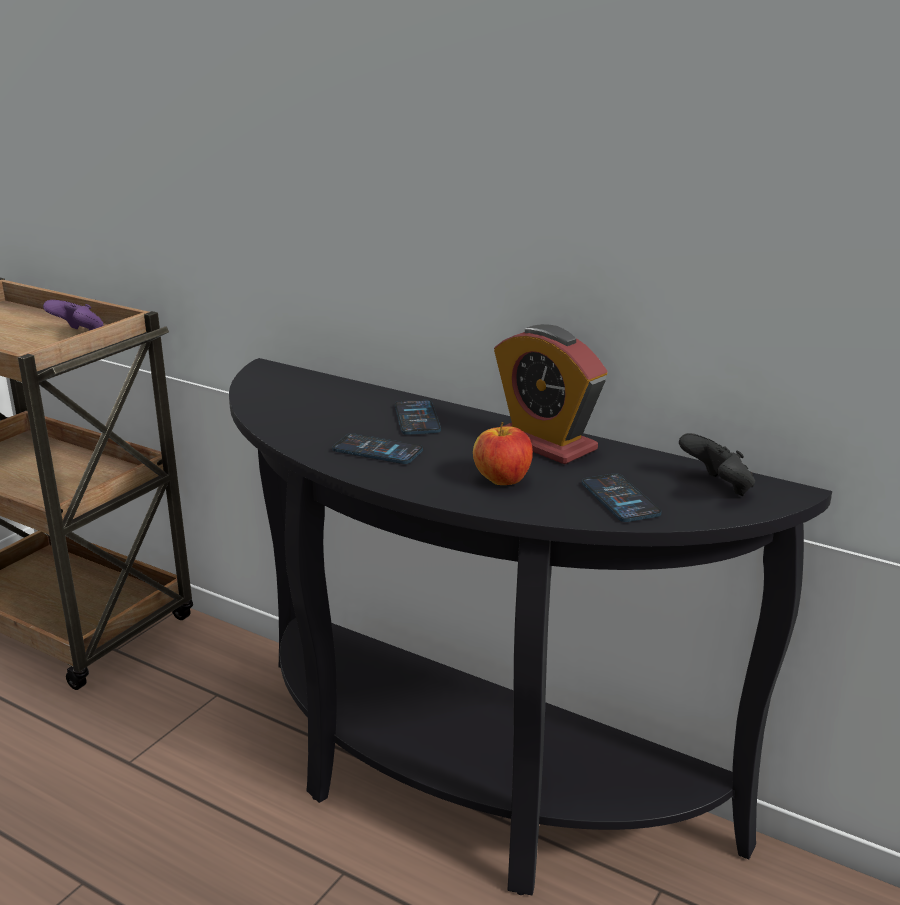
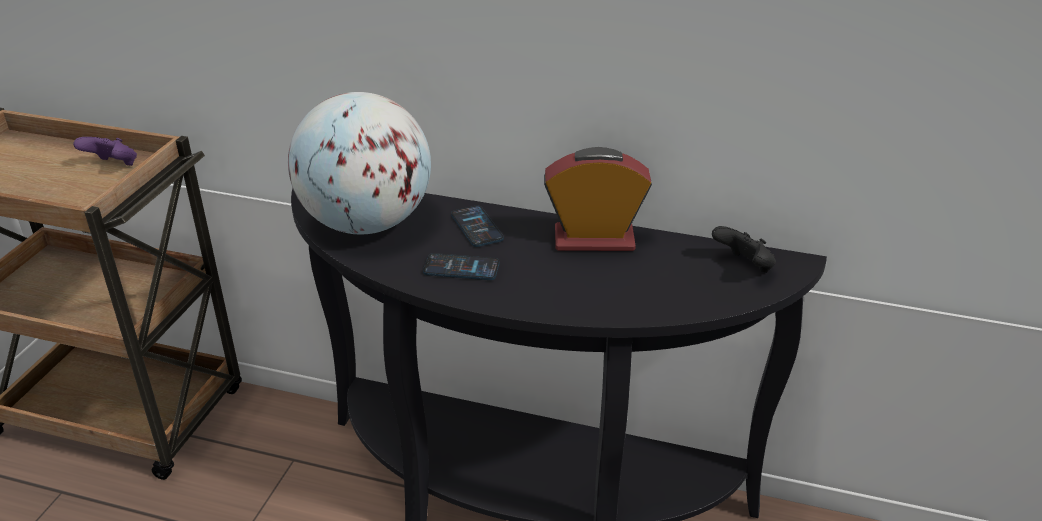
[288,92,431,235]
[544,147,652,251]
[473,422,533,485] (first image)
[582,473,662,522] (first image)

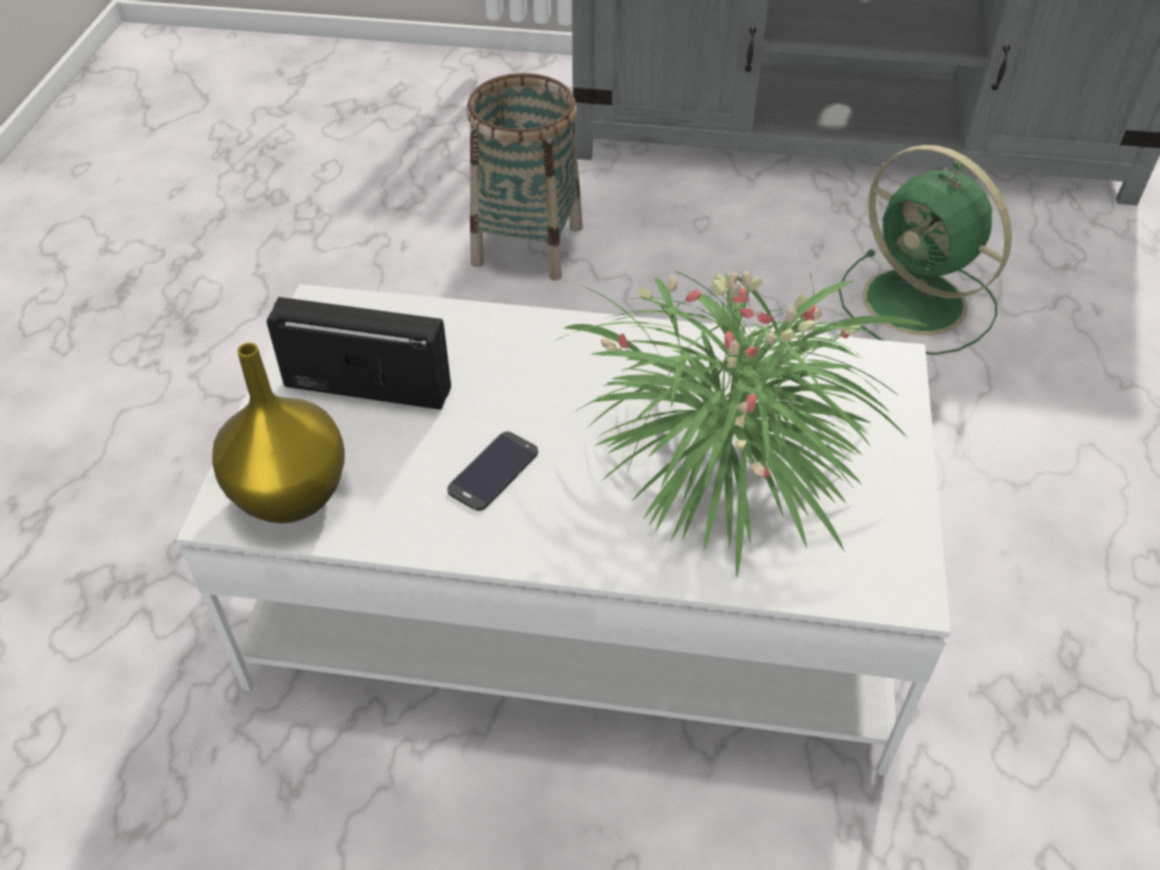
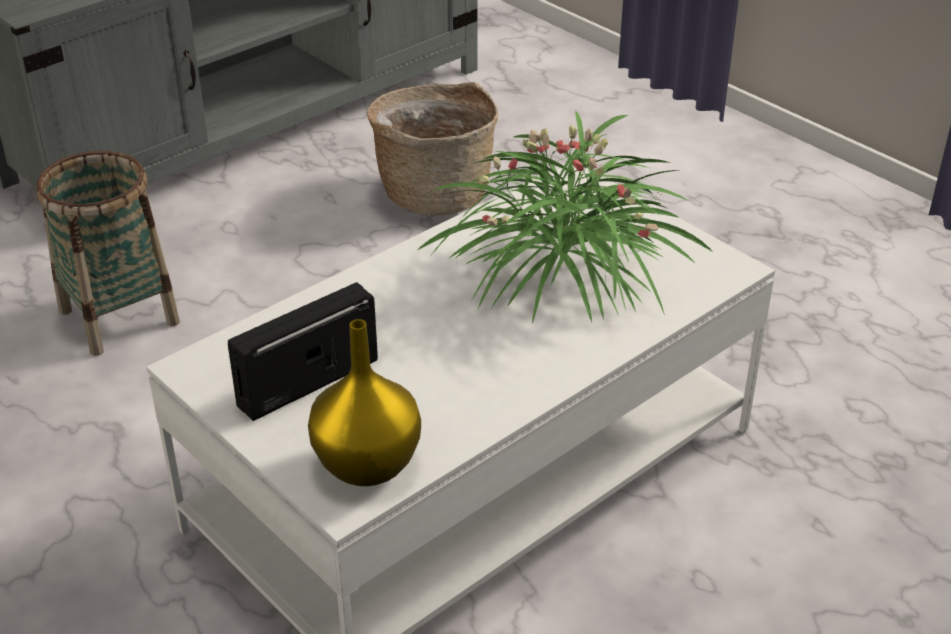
[367,82,498,216]
[447,431,538,511] (first image)

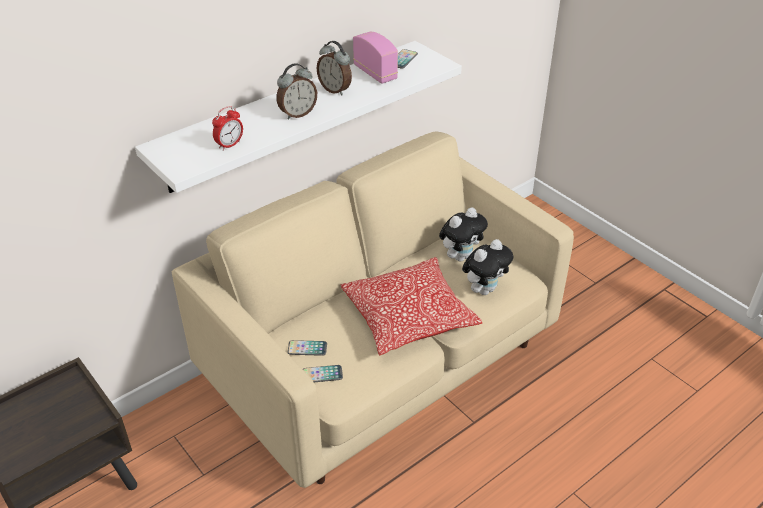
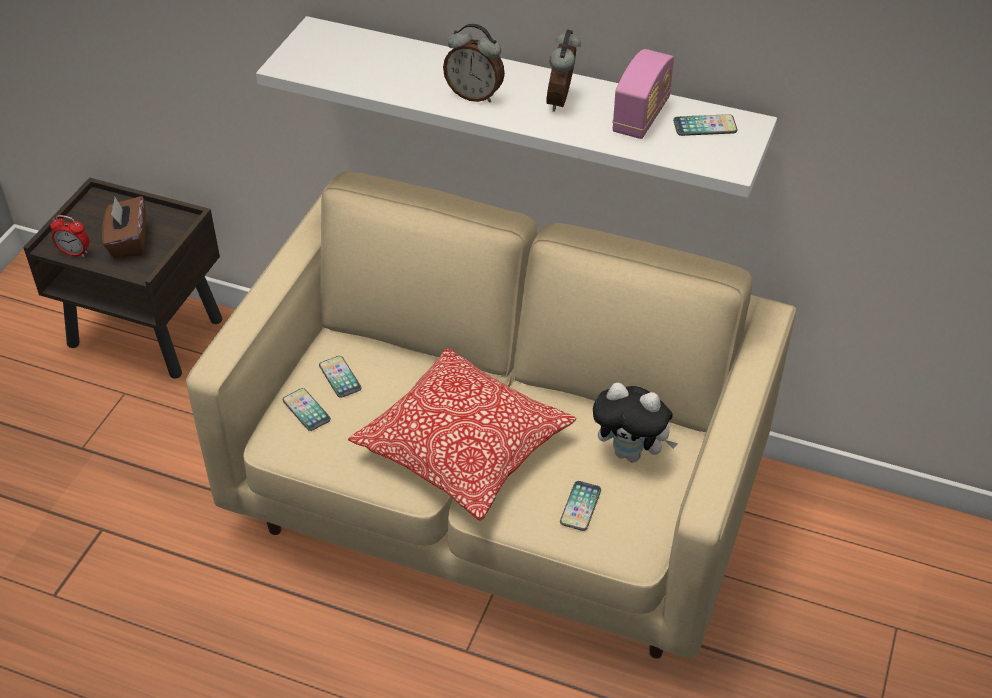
[50,215,89,257]
[102,196,146,258]
[560,481,601,531]

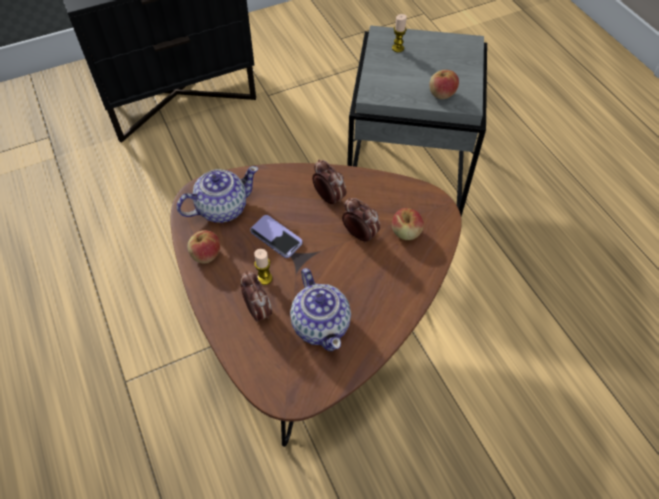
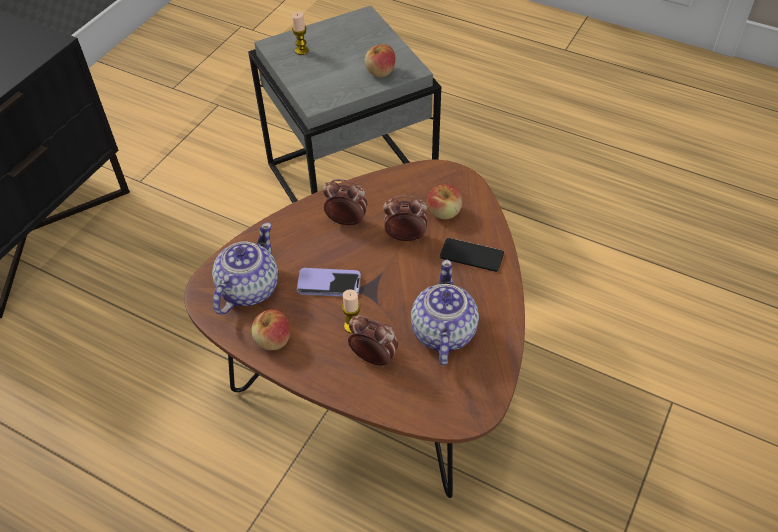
[411,260,479,365]
[440,238,504,272]

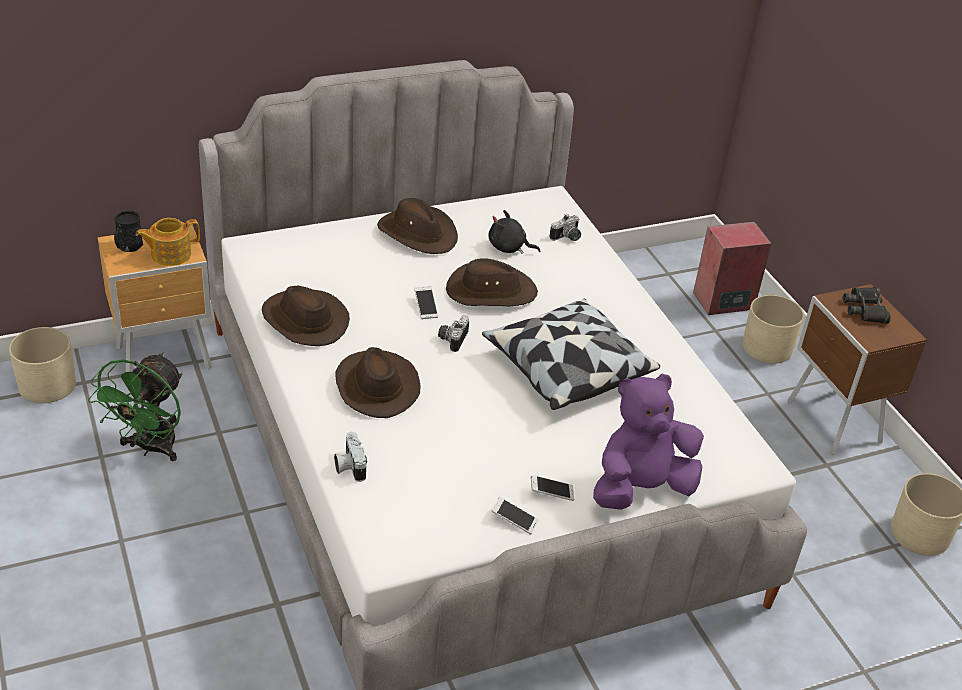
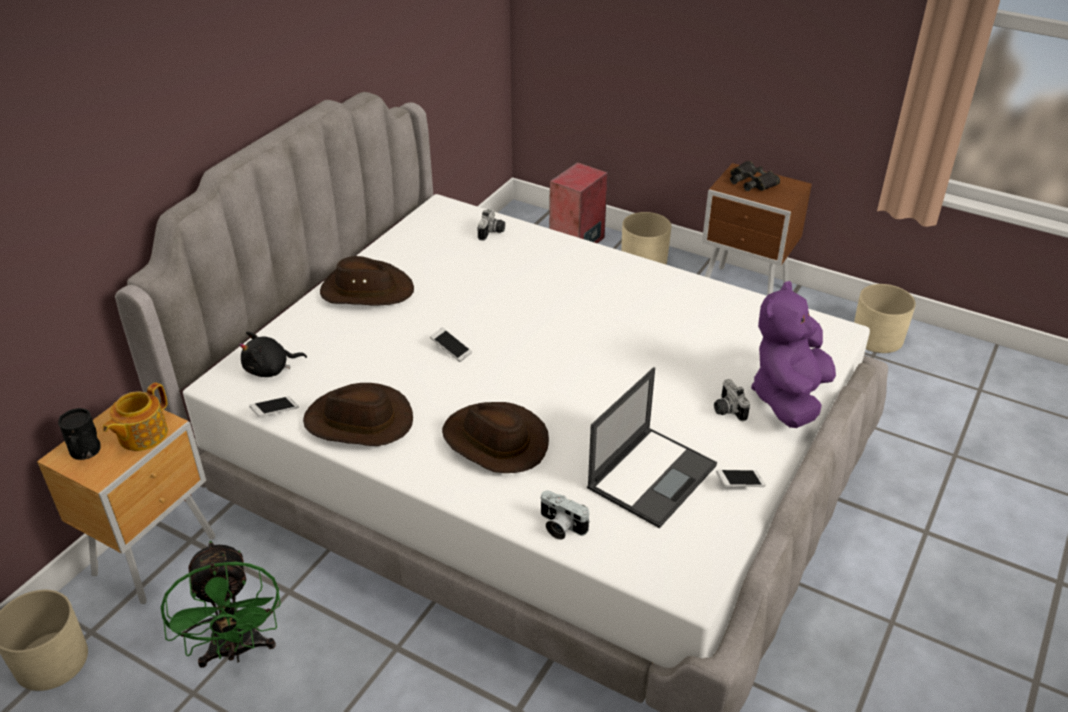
[239,331,307,377]
[249,396,299,417]
[587,367,717,528]
[714,379,750,421]
[446,258,538,306] (first image)
[482,298,660,410] (first image)

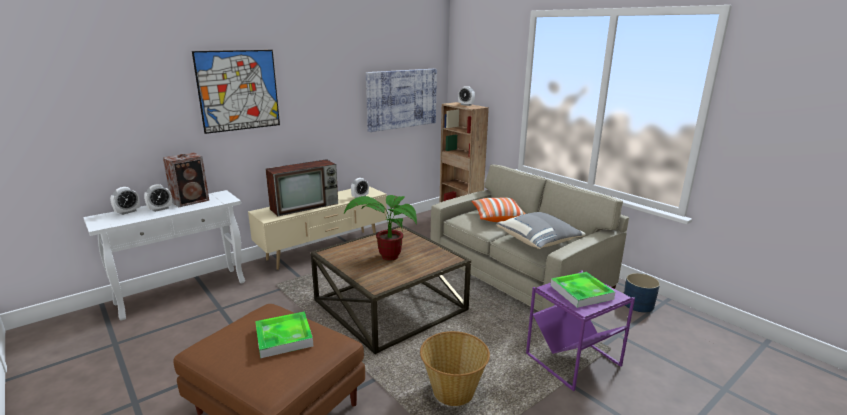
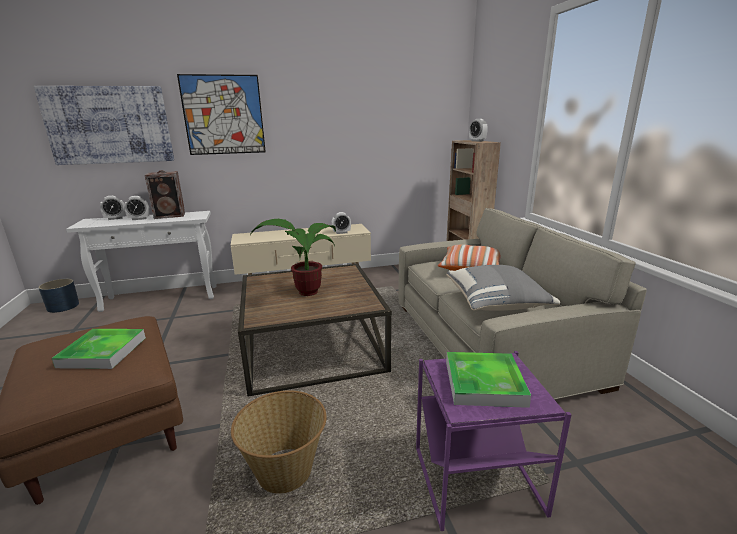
[34,86,174,165]
[38,279,79,313]
[266,159,338,216] (first image)

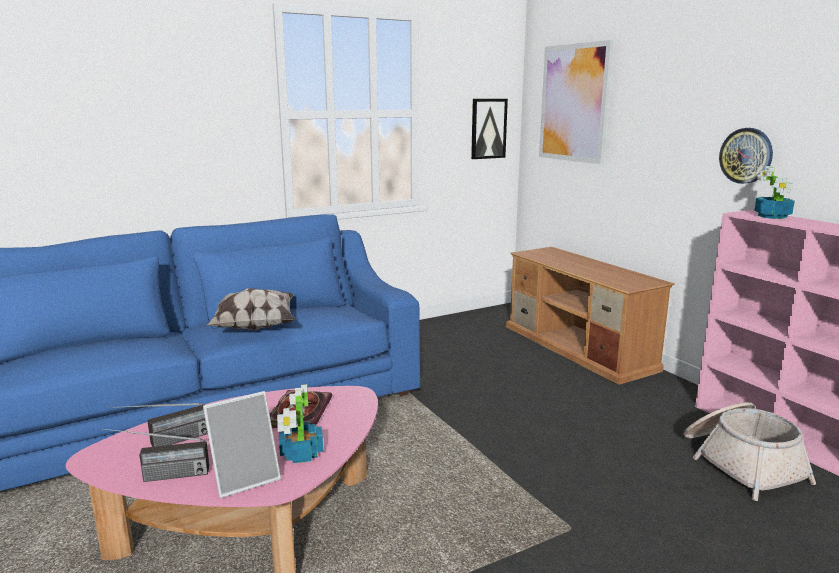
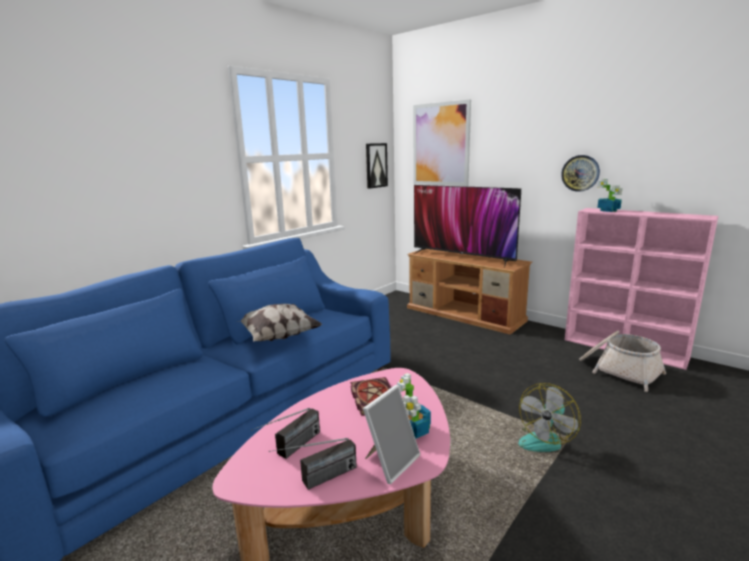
[414,185,521,268]
[518,383,581,452]

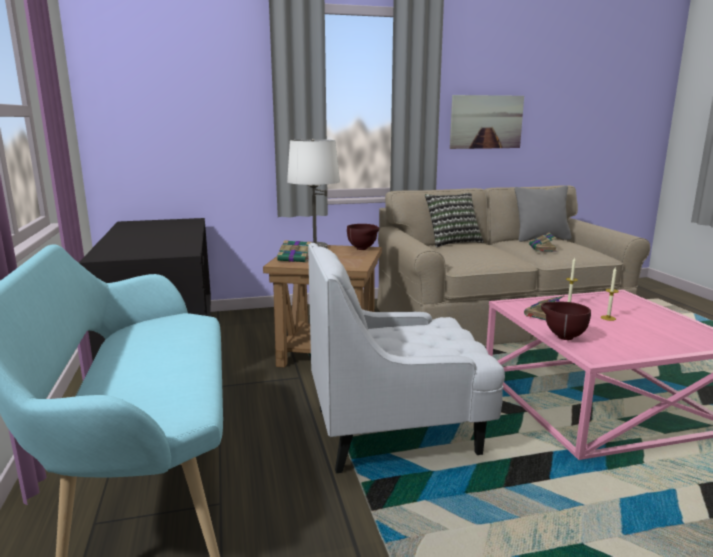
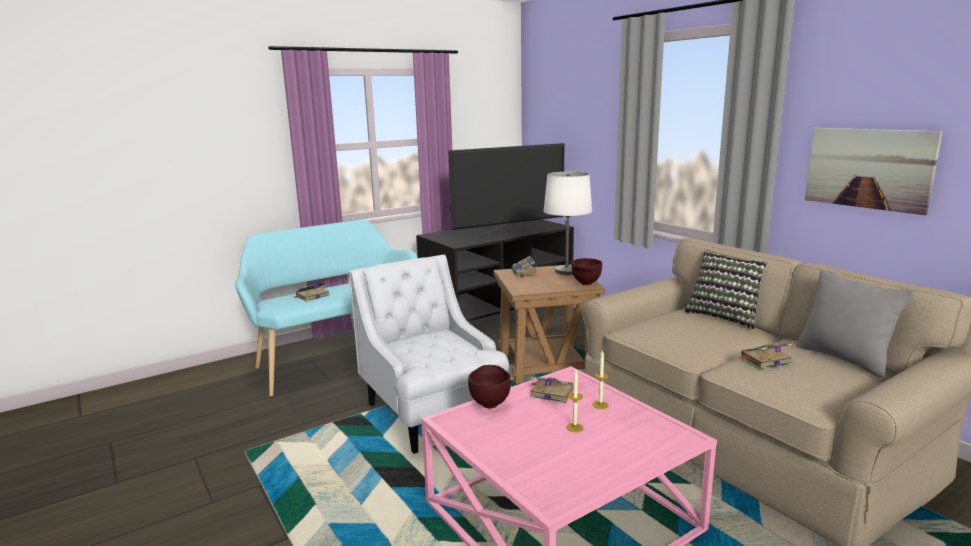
[295,281,330,302]
[448,143,565,237]

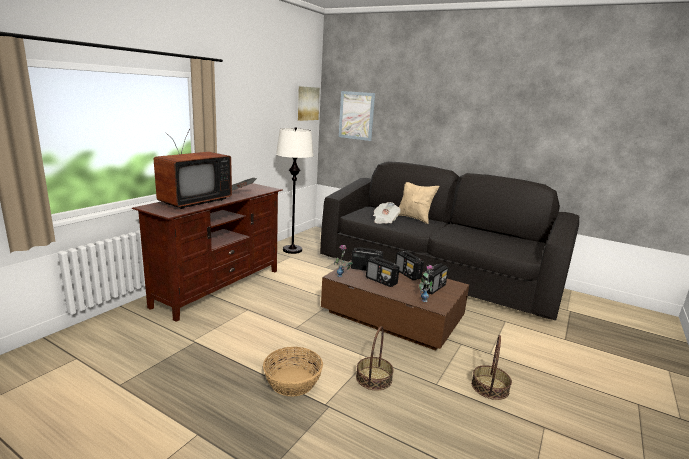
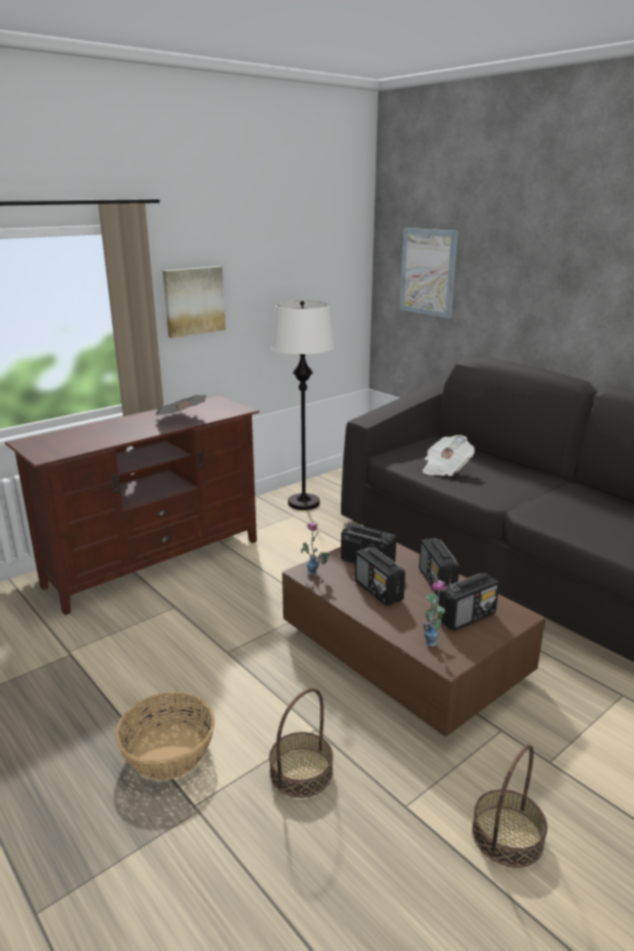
[163,266,225,338]
[154,129,232,209] (first image)
[398,182,439,224] (first image)

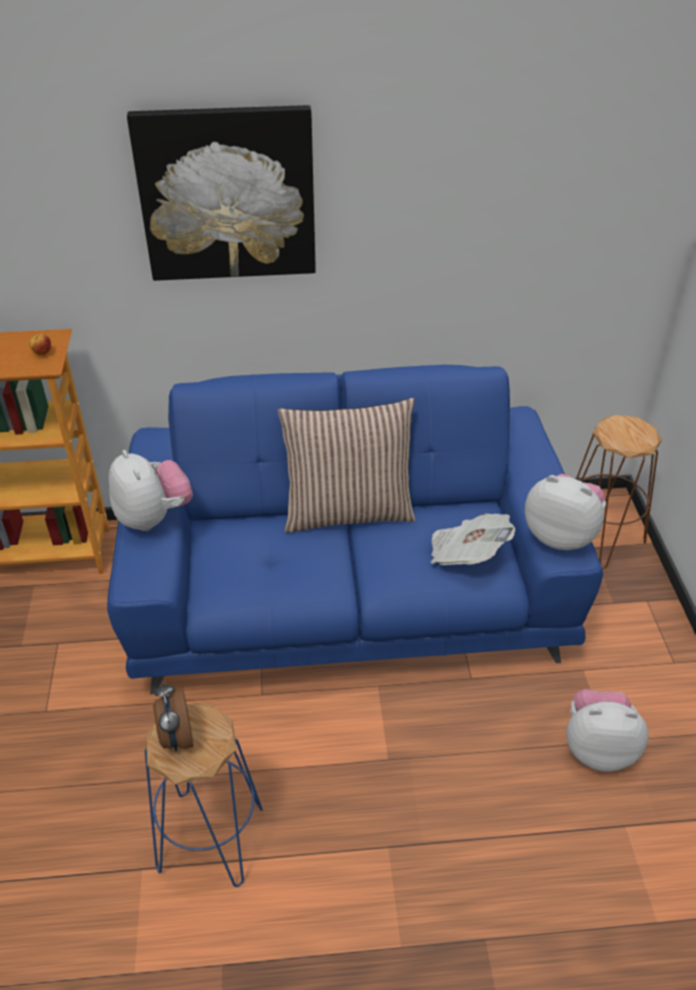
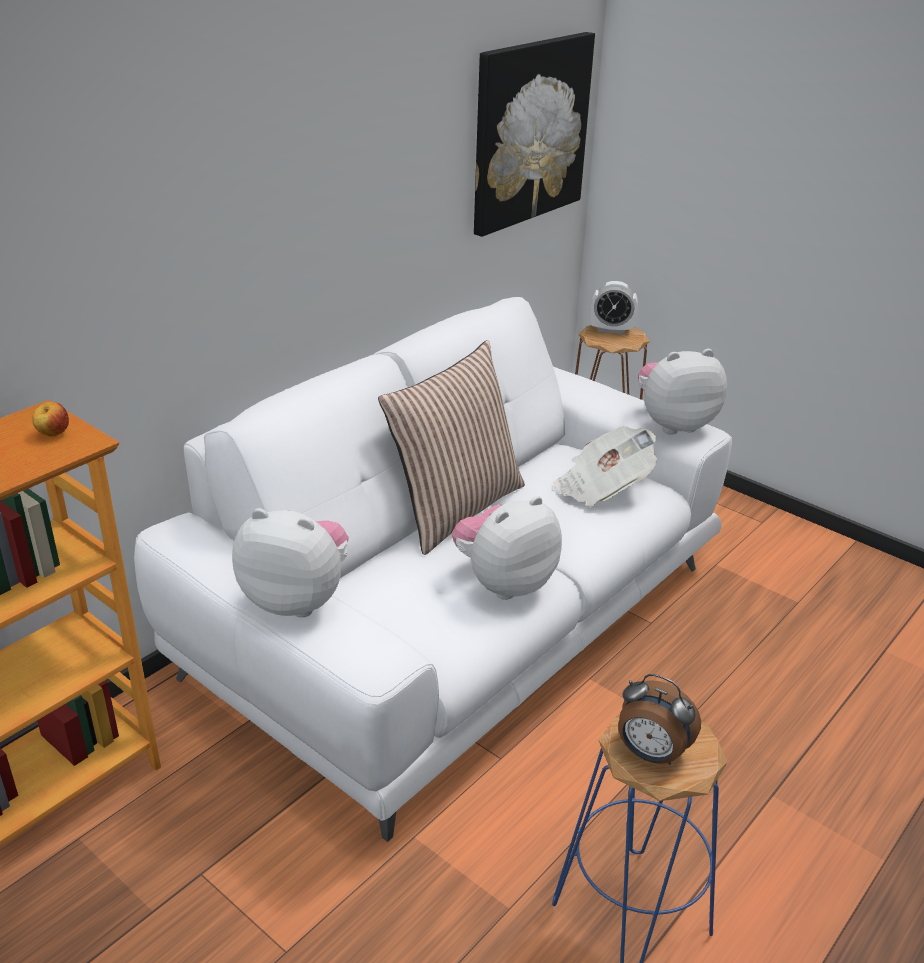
[134,297,732,842]
[452,496,562,600]
[474,32,595,237]
[591,281,638,334]

